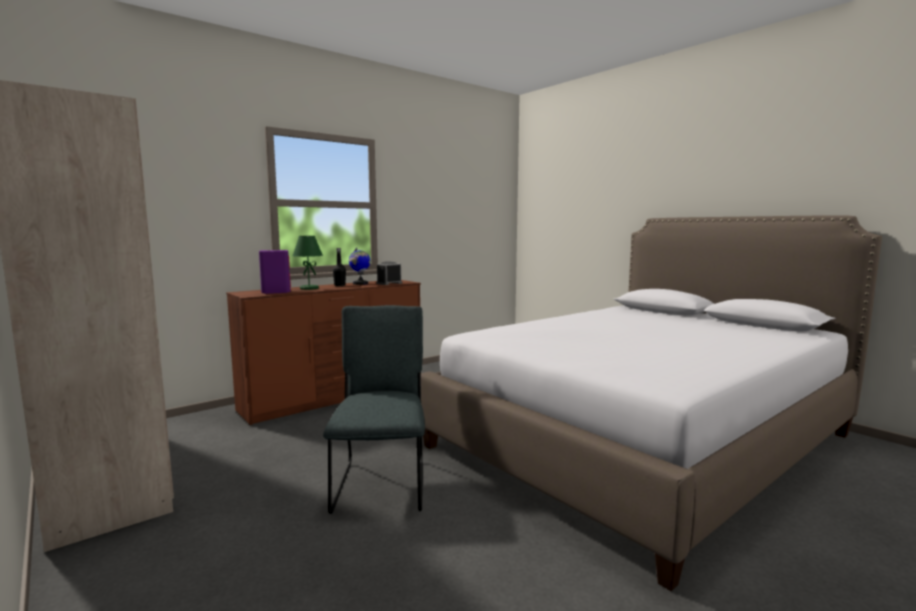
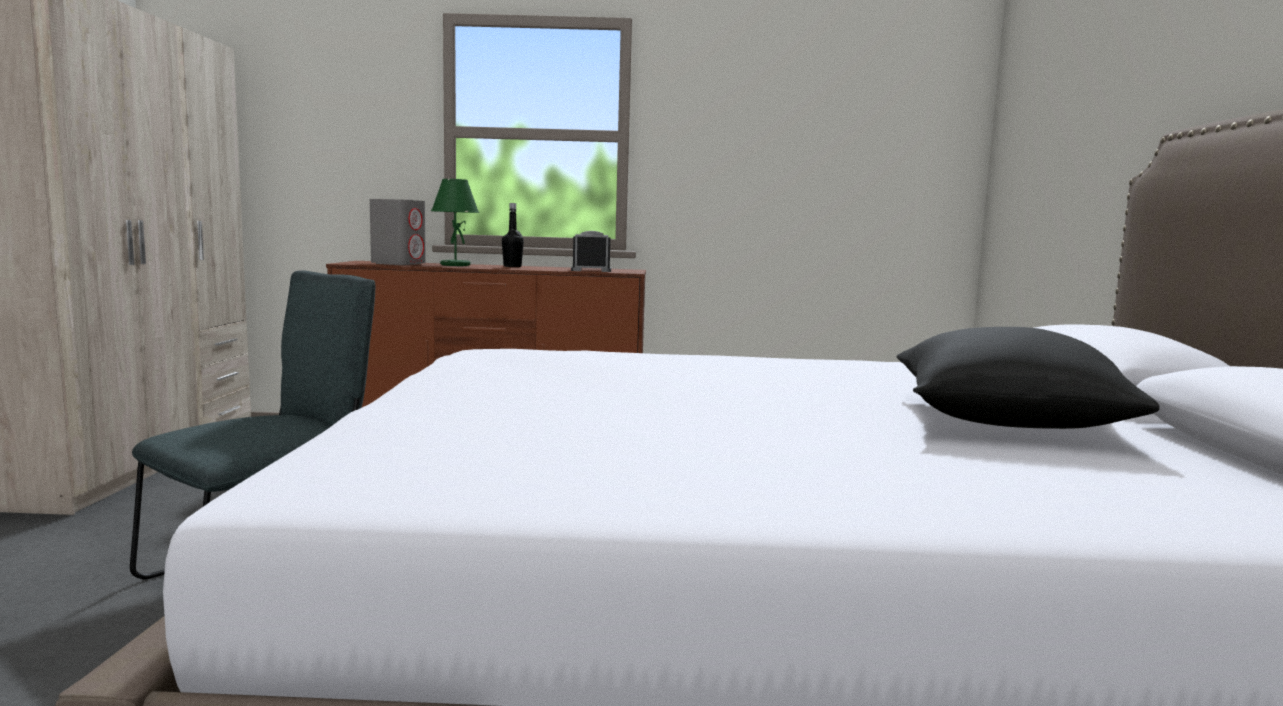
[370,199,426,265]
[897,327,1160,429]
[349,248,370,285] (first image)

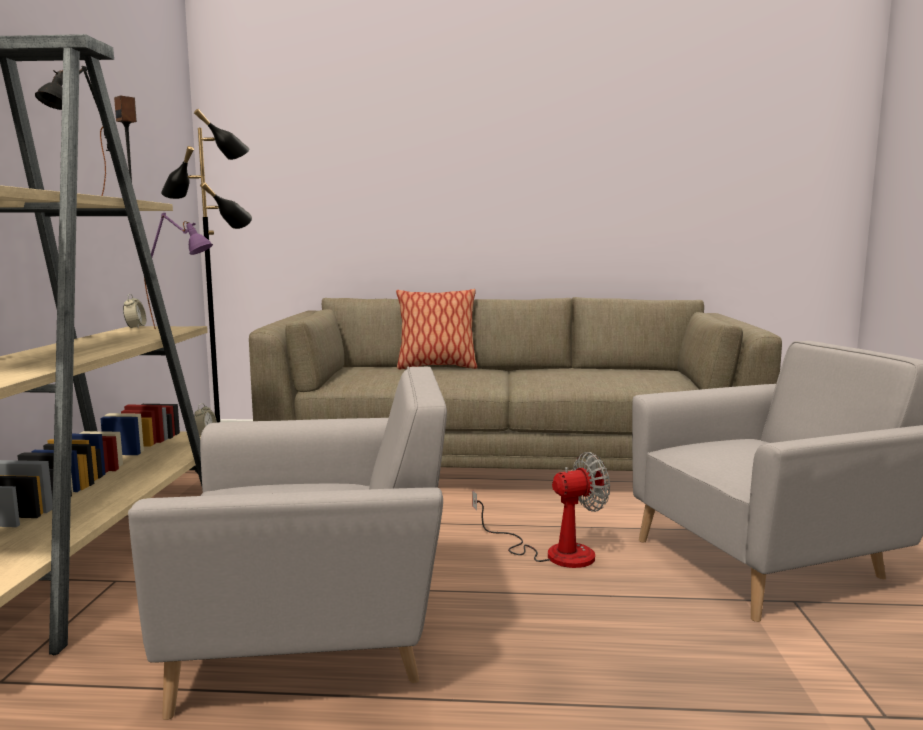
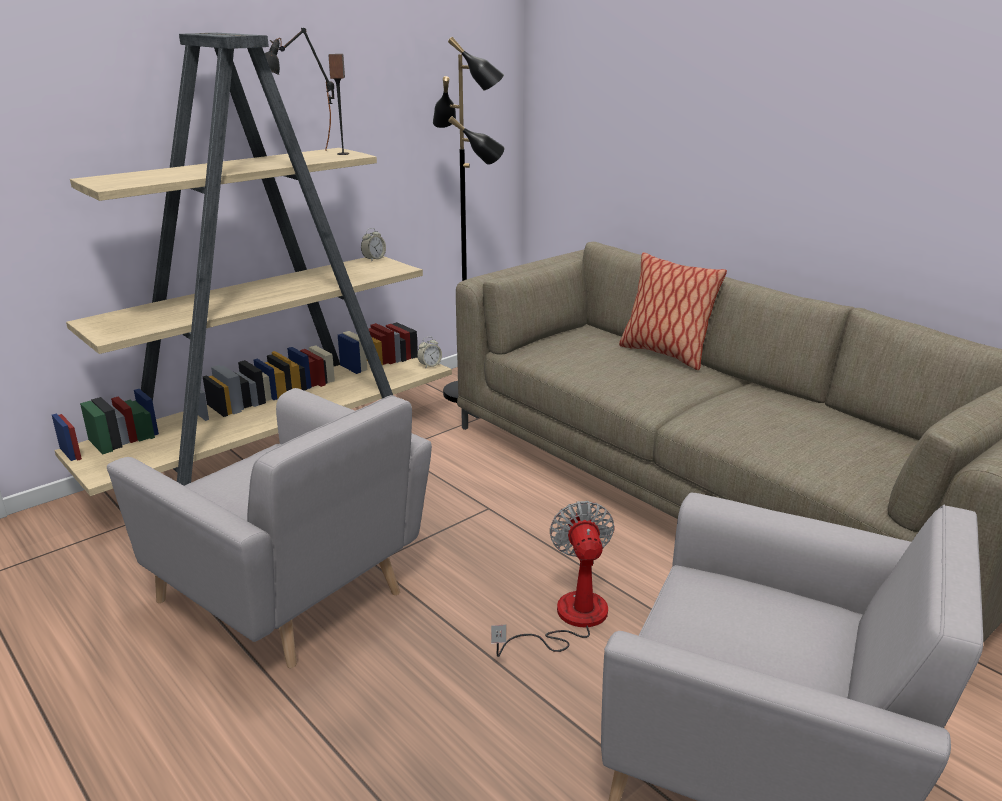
[491,501,615,657]
[144,213,213,329] (first image)

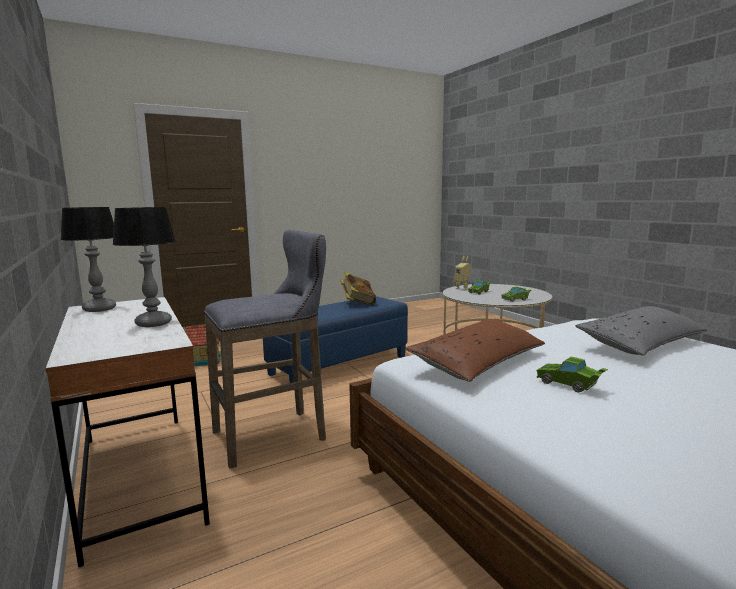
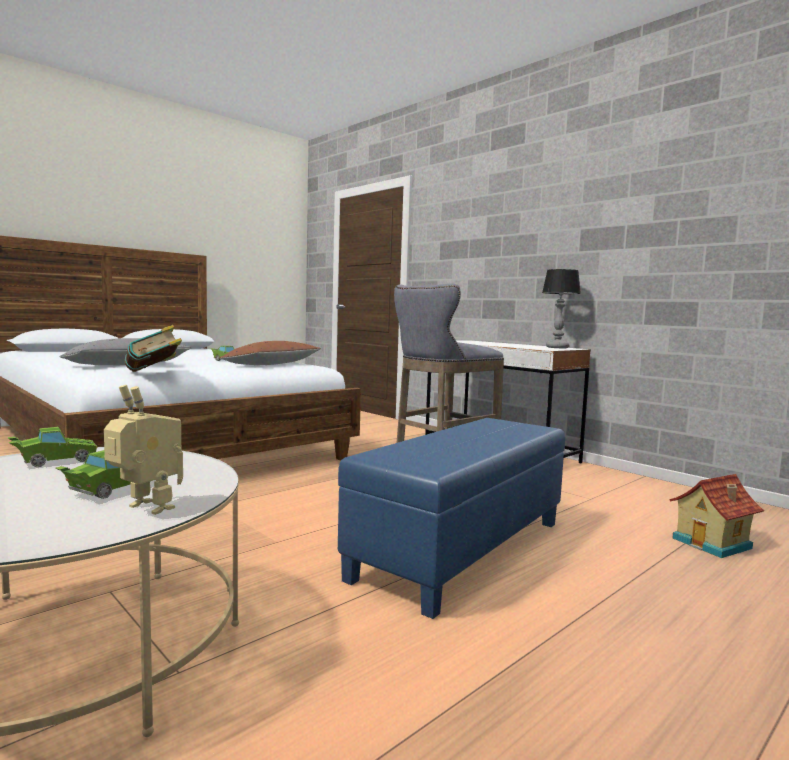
[125,325,182,372]
[112,207,176,327] (first image)

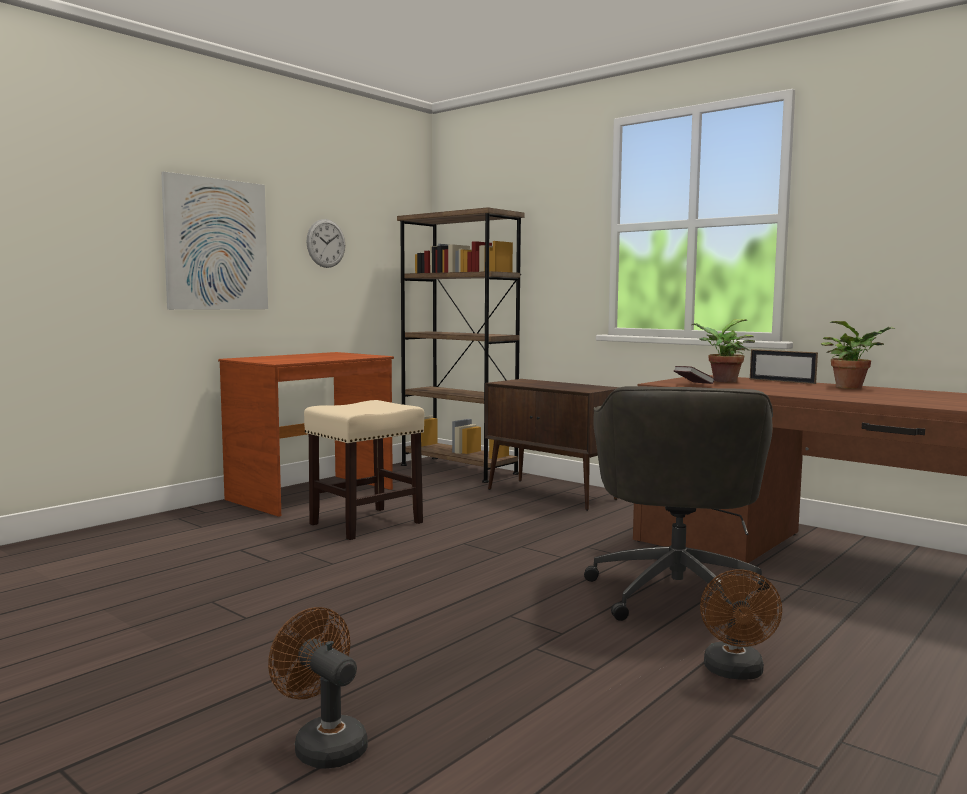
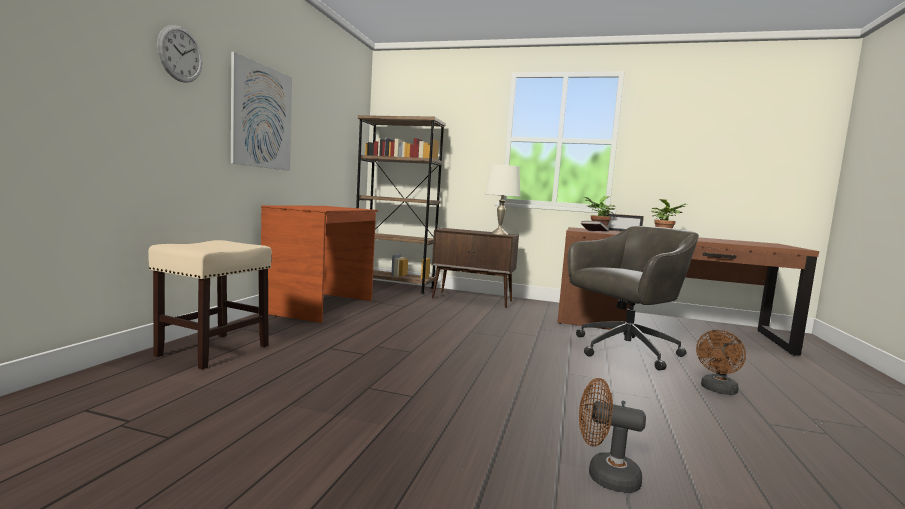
[148,240,272,370]
[157,25,202,83]
[485,165,521,235]
[568,226,699,370]
[696,330,746,395]

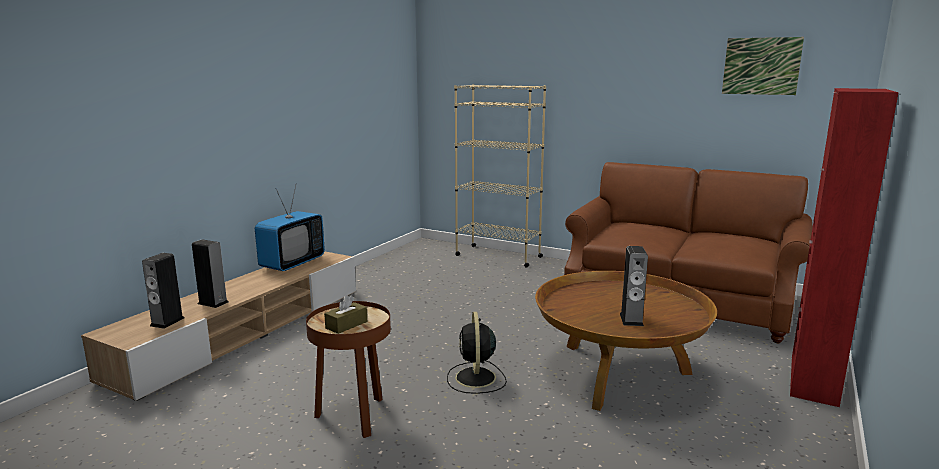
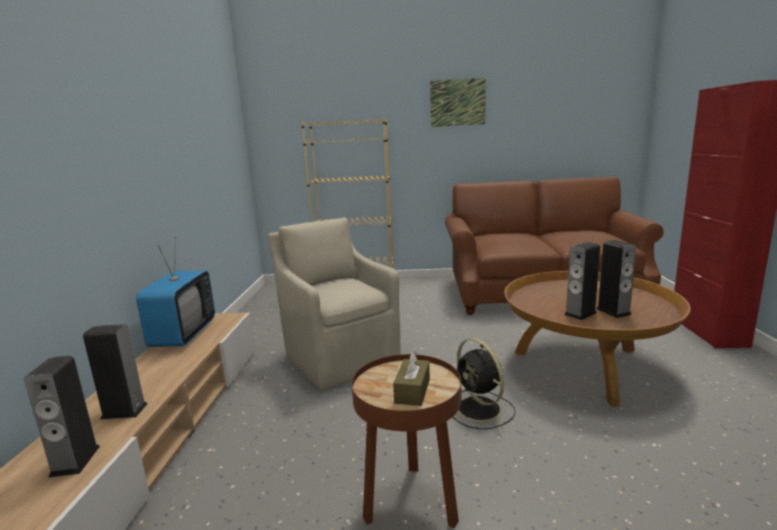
[268,217,401,391]
[430,78,486,127]
[564,242,600,320]

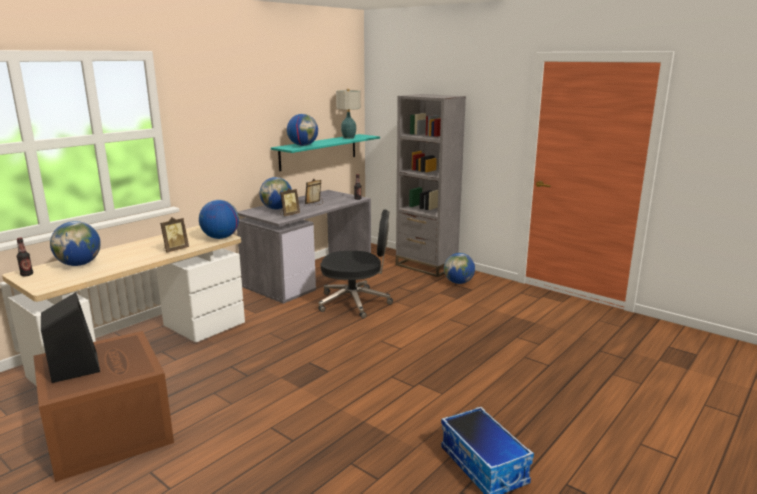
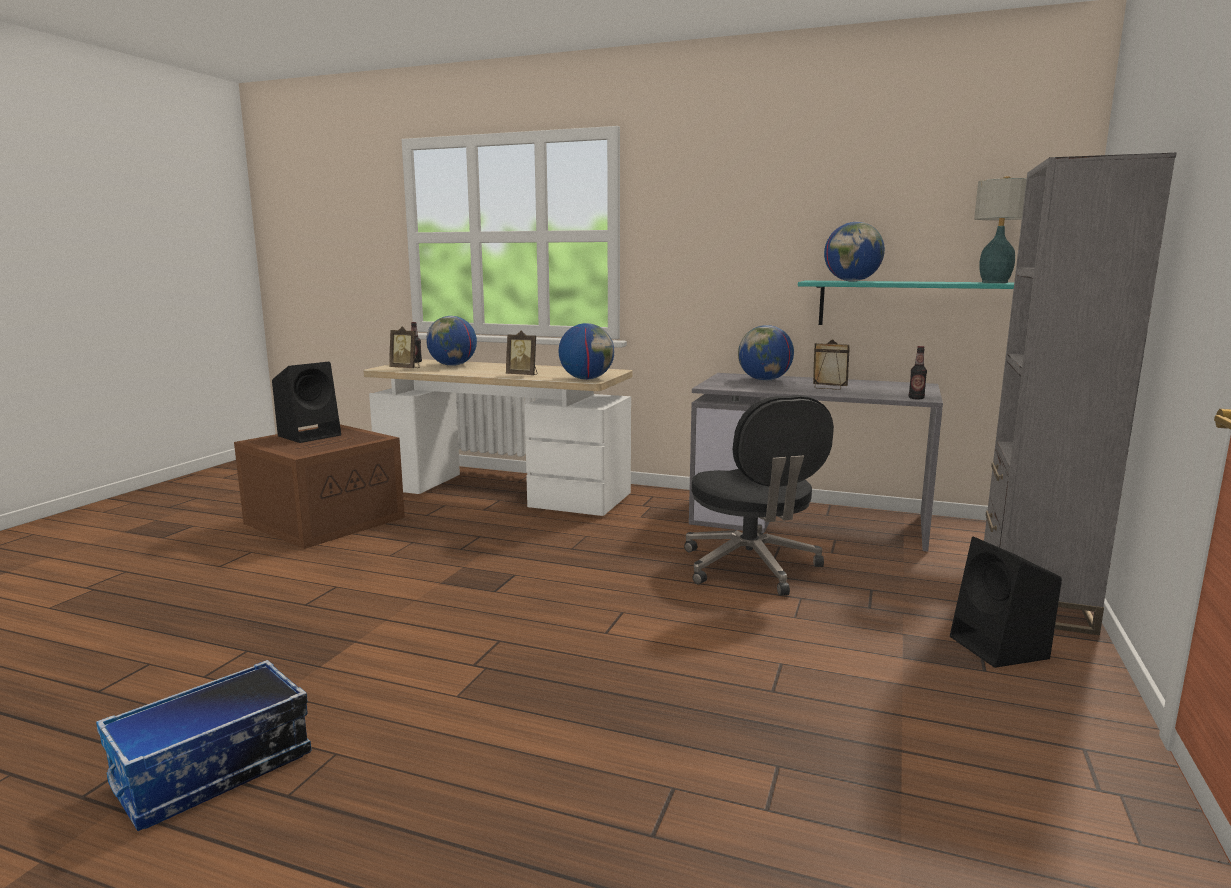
[389,326,420,368]
[950,537,1062,668]

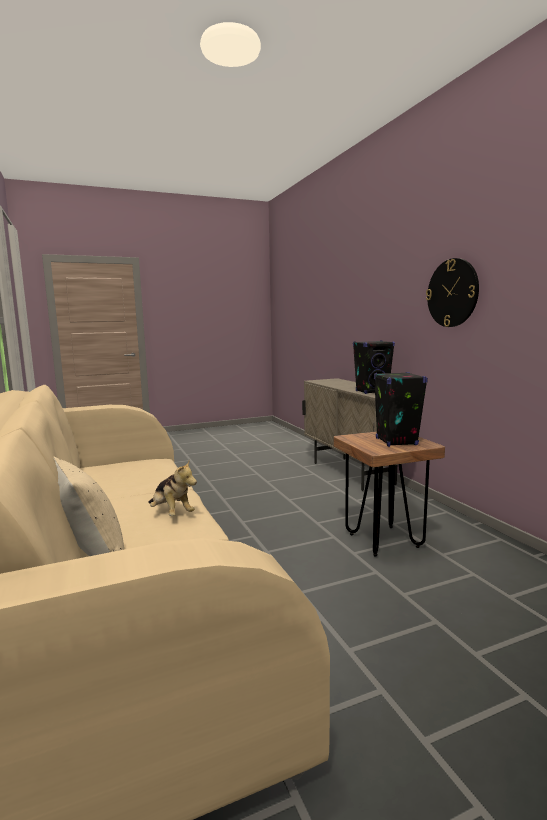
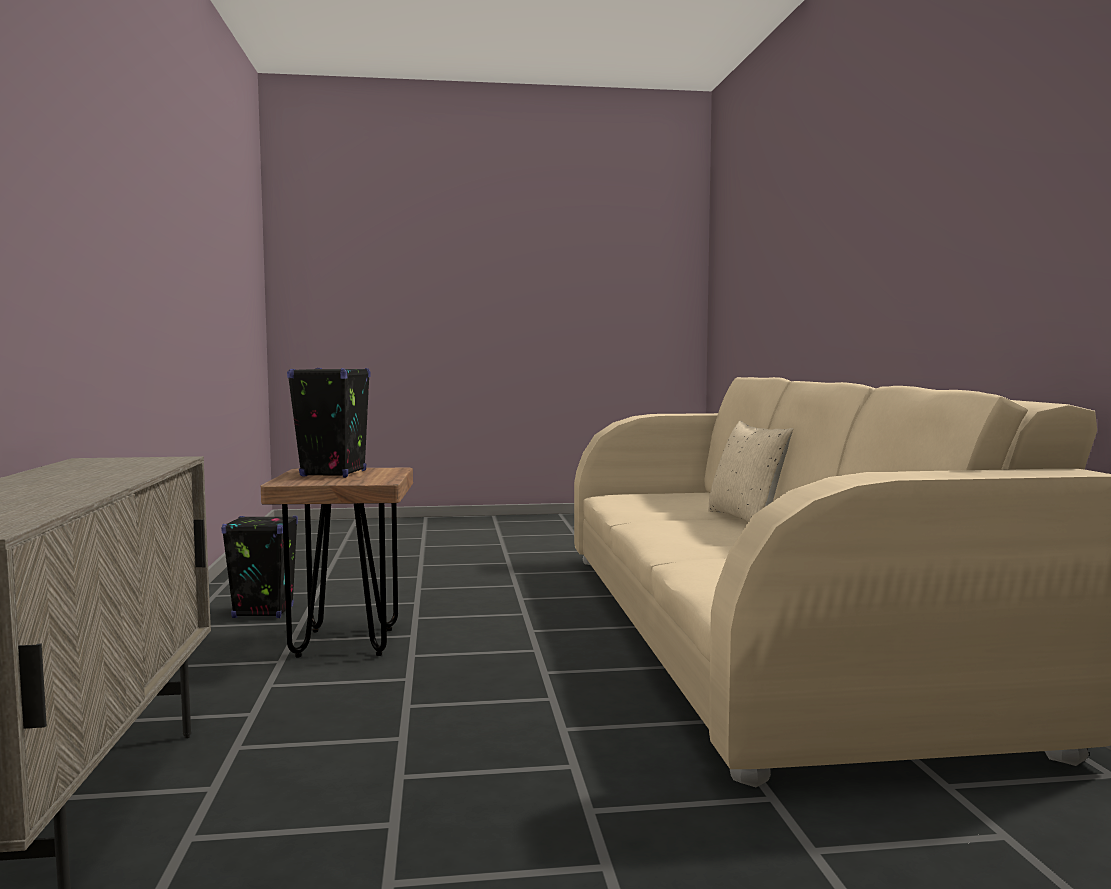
[221,516,298,618]
[148,461,197,516] (first image)
[426,258,479,327] (first image)

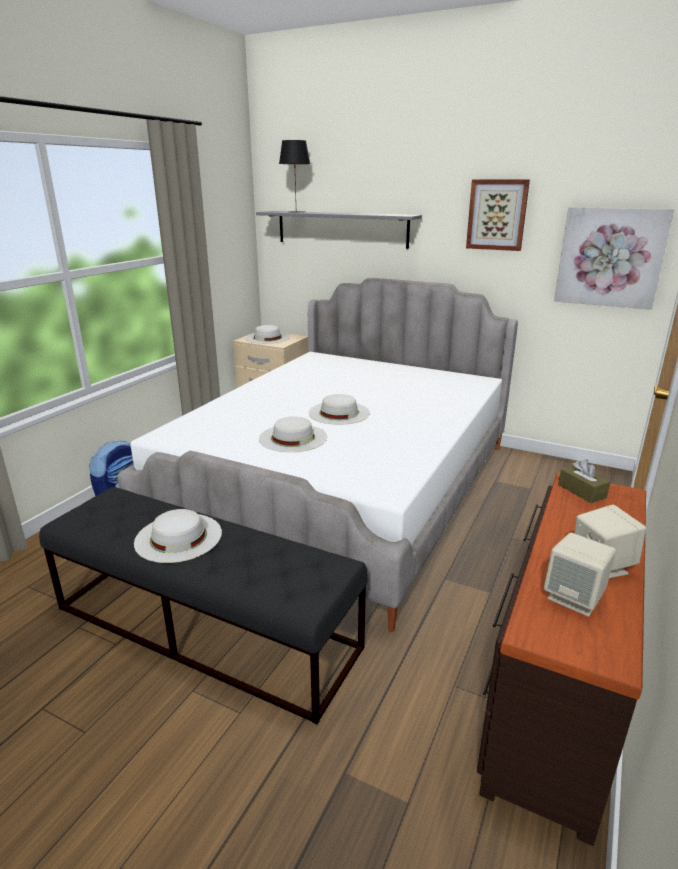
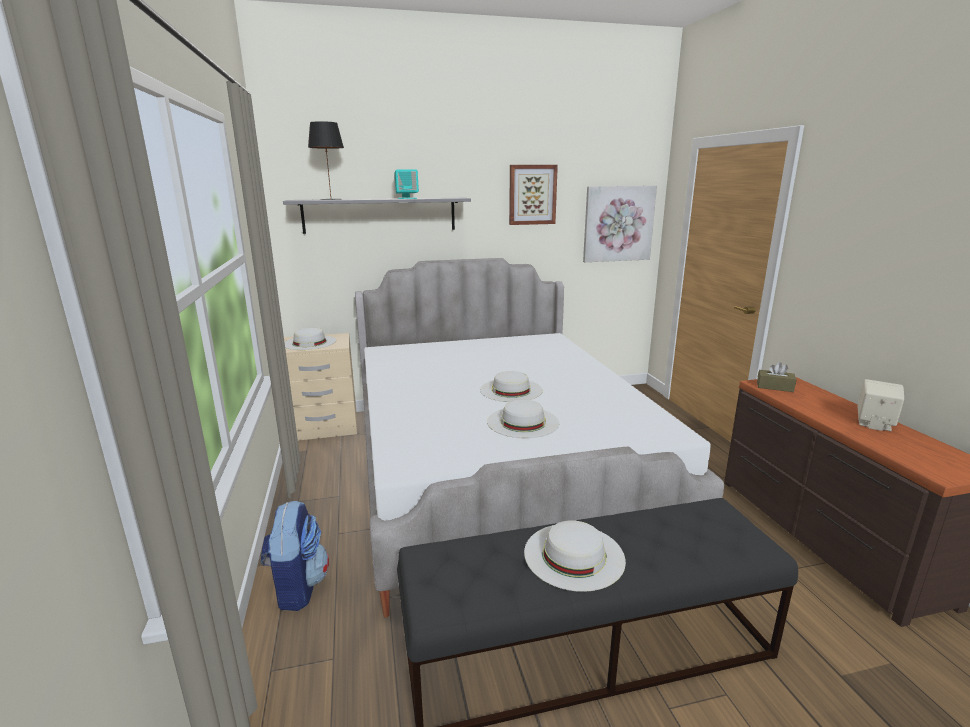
[395,169,419,199]
[544,533,616,617] (first image)

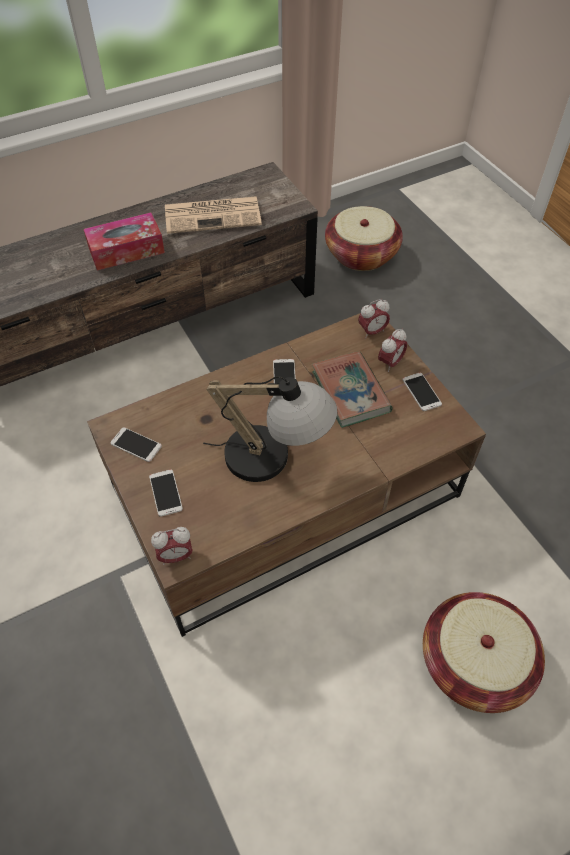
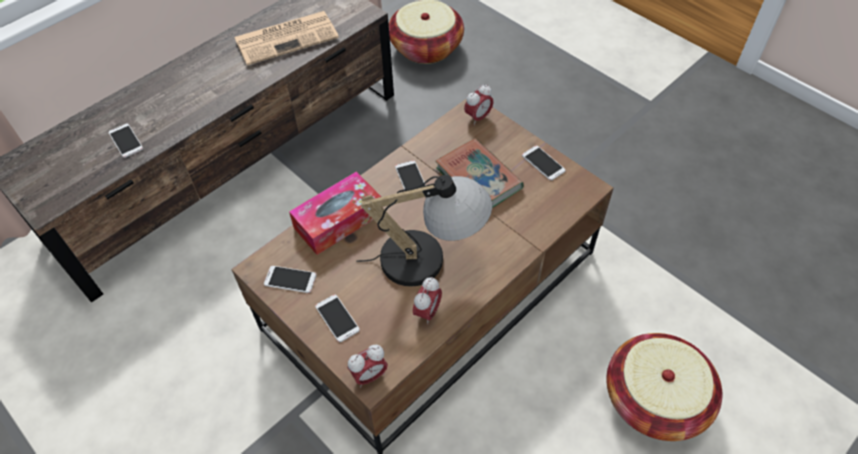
[108,124,143,158]
[289,171,381,255]
[413,277,442,325]

